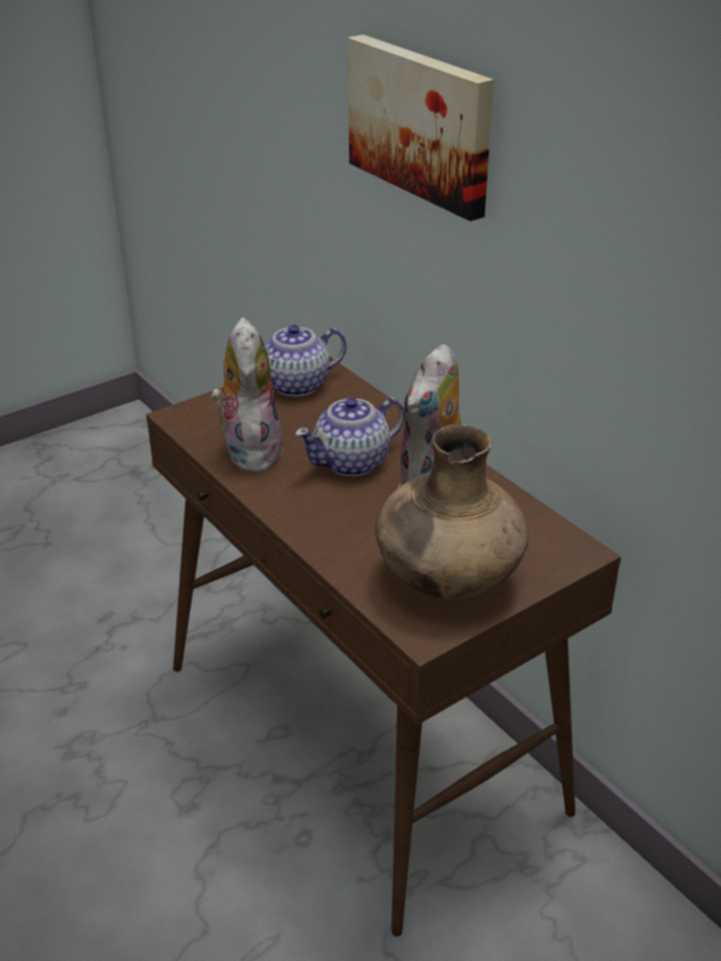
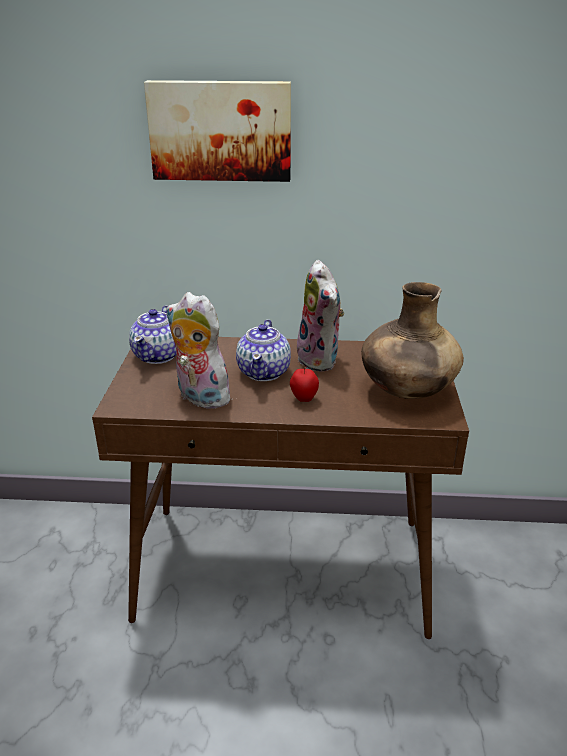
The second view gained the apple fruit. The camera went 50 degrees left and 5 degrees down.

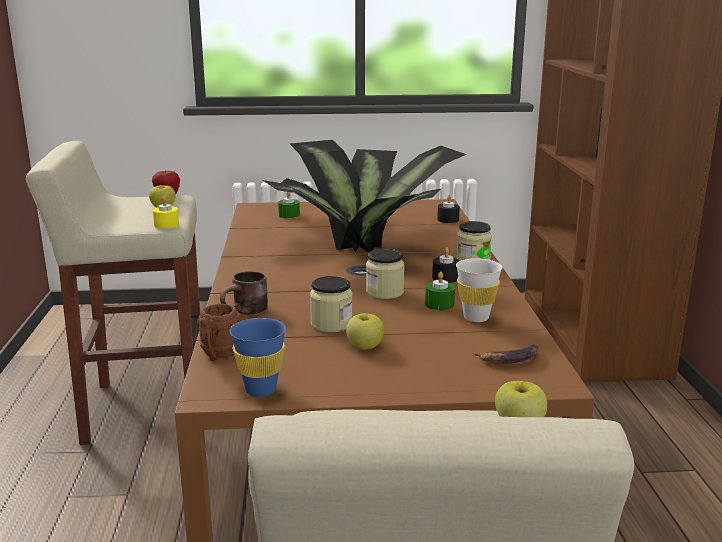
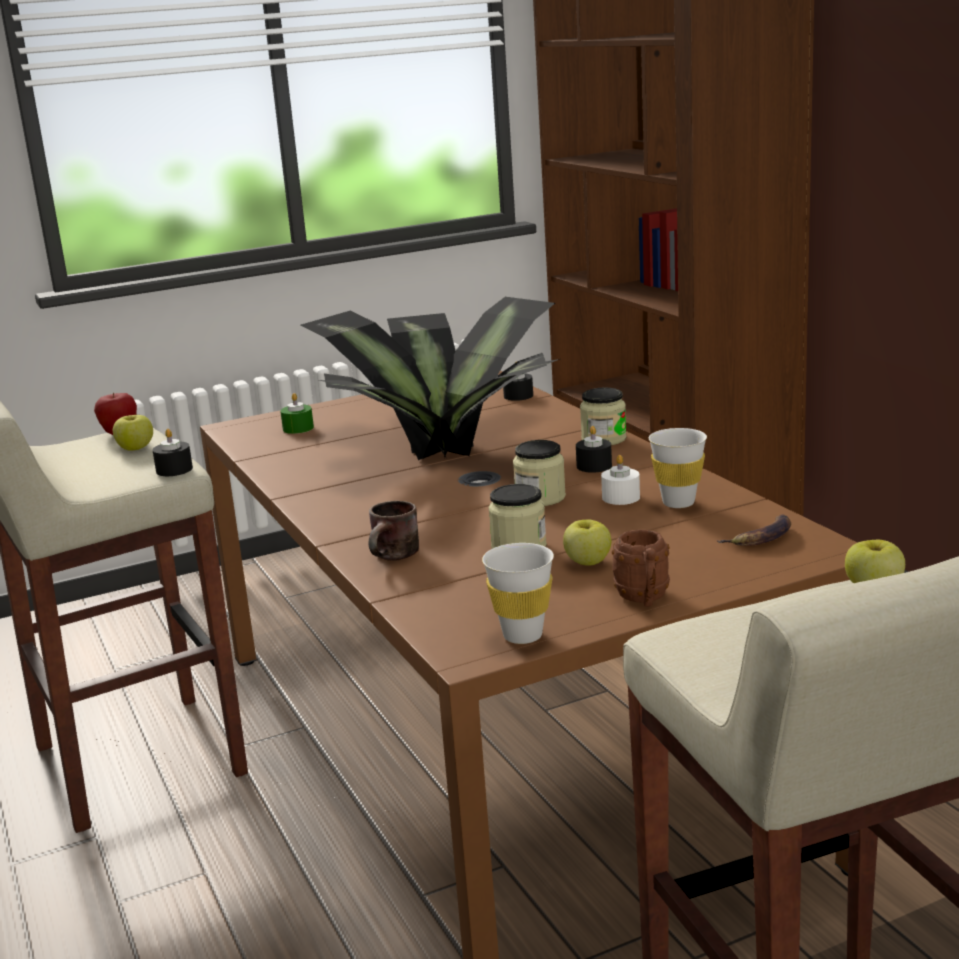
What was the yellow-coloured candle turned into the black candle (no. 1 from left). The brownish tea mug (no. 1 from left in the first image) ended up elsewhere. What was the blue drinking cup turned into the white-coloured drinking cup (no. 1 from left). What was the greenish candle (no. 2 from left) turned into the white-coloured candle. The camera went 20 degrees left and 0 degrees up.

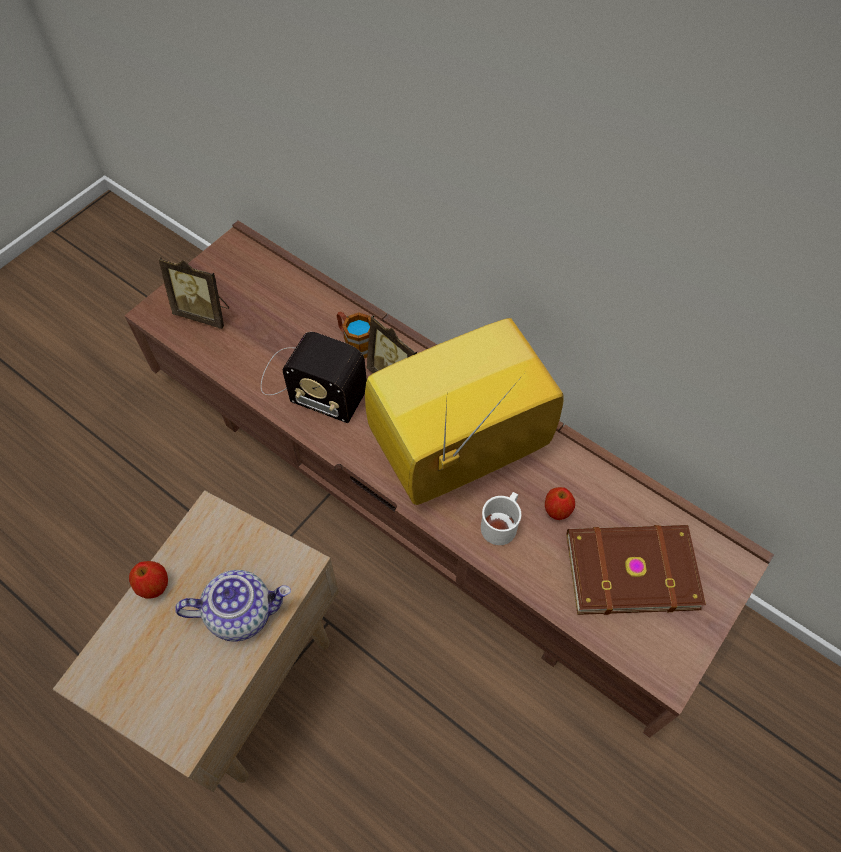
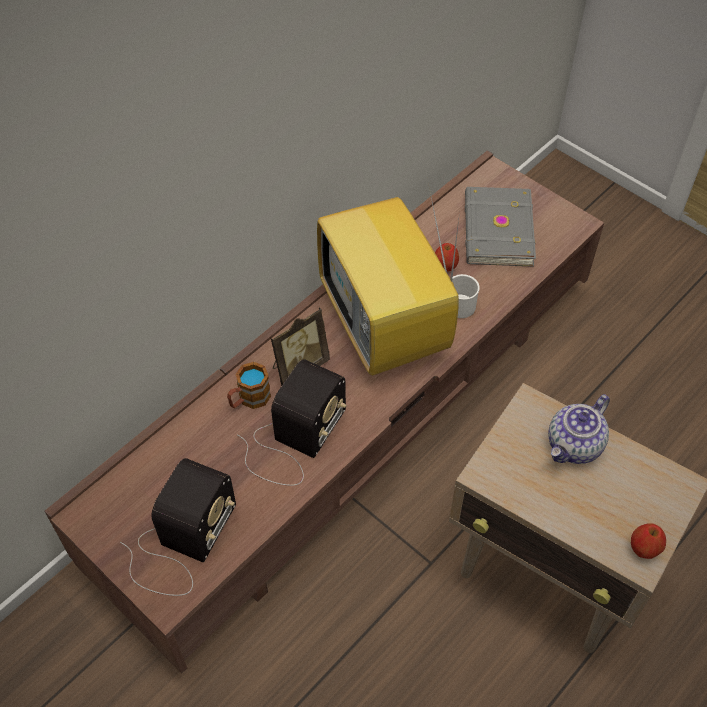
The apple fruit (no. 1 from left in the first image) ended up elsewhere. Where the picture frame (no. 1 from left) stood, the radio receiver (no. 1 from left) came to stand. The teapot ended up facing another way, 135 degrees counterclockwise from before. What was the brownish volume turned into the gray volume. The camera went 85 degrees left and 5 degrees down.

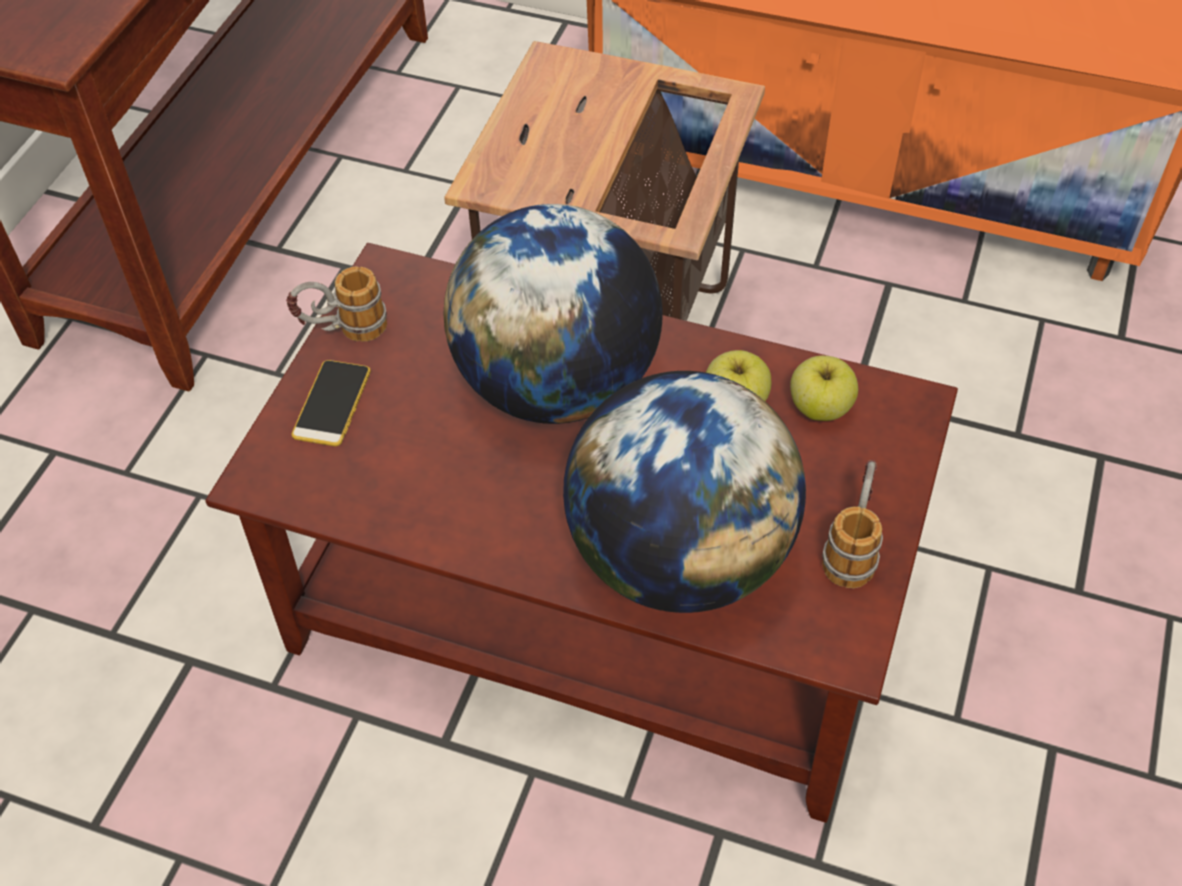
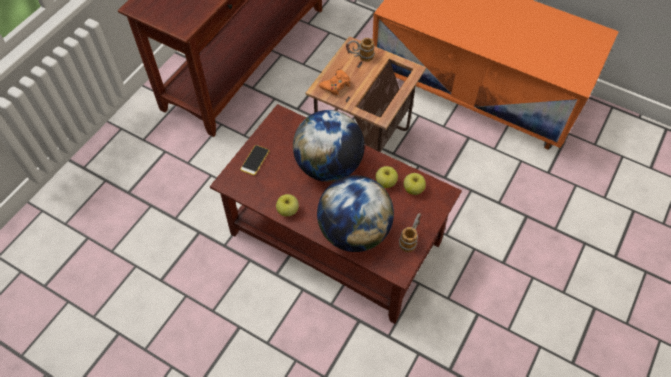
The tea mug (no. 1 from left) ended up elsewhere. The second view gained the apple fruit (no. 1 from left). The second view gained the orange game controller. The camera went 10 degrees right and 5 degrees up.

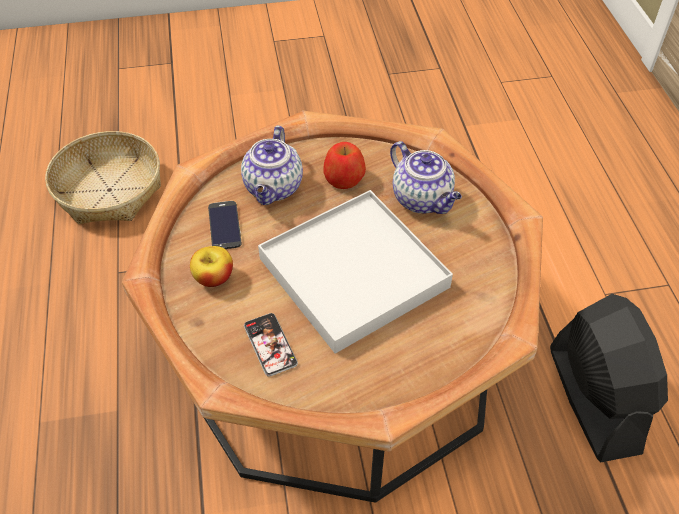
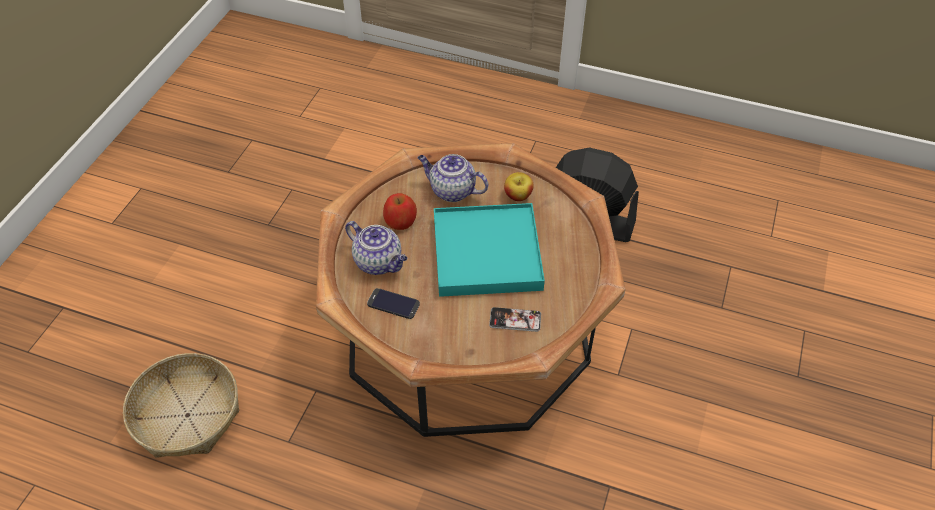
The apple fruit (no. 1 from left in the first image) ended up elsewhere. What was the white-coloured serving tray turned into the turquoise-coloured serving tray. The teapot (no. 2 from left) ended up facing another way, 150 degrees counterclockwise from before. The camera went 60 degrees left and 0 degrees up.

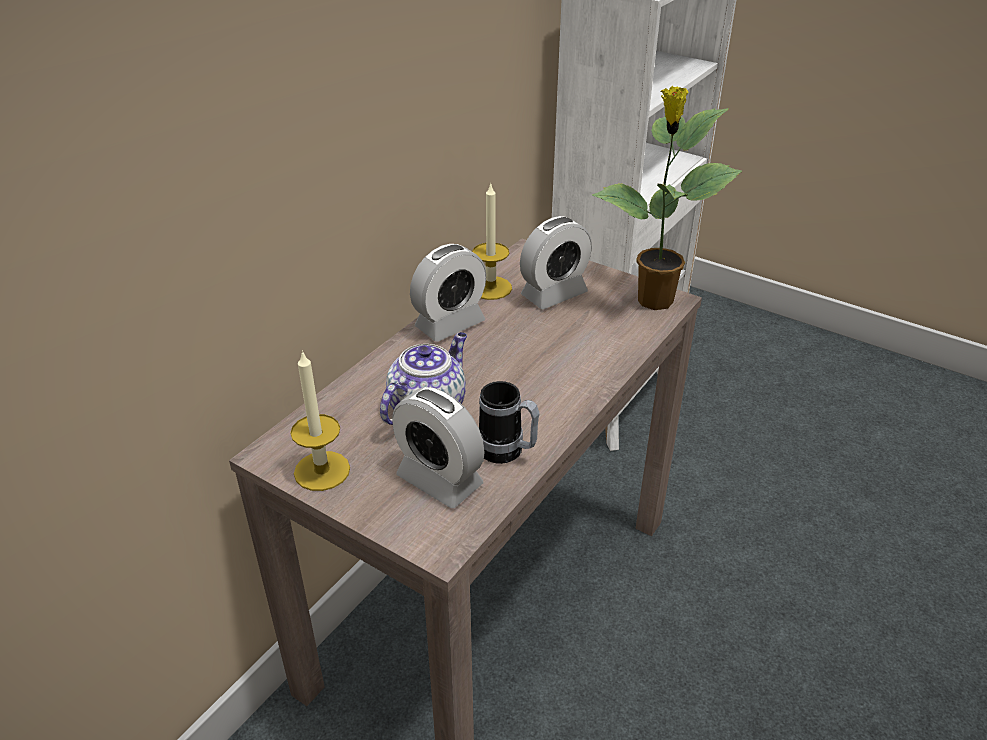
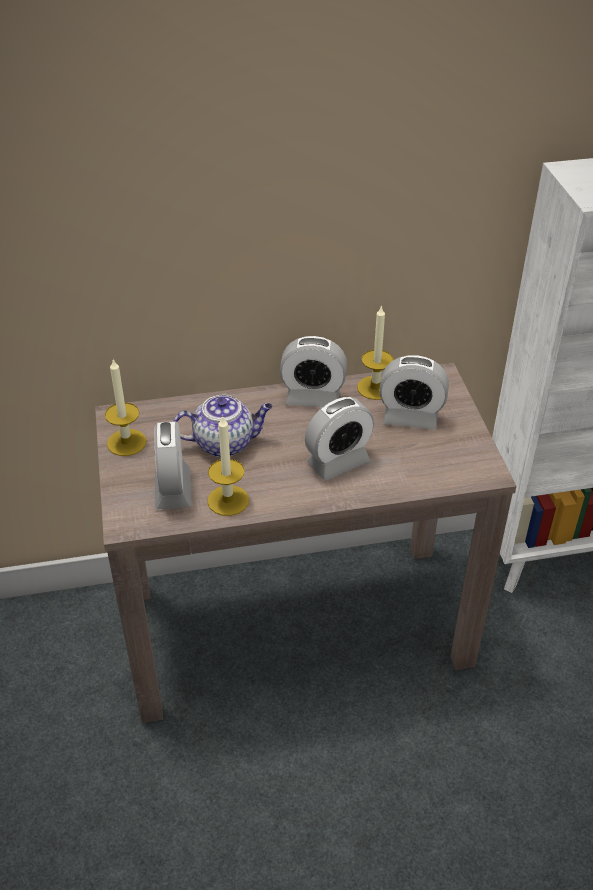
Where the tea mug stood, the candle (no. 2 from left) came to stand. The second view lost the houseplant. The second view gained the table clock (no. 3 from left). The camera went 45 degrees right and 5 degrees up.

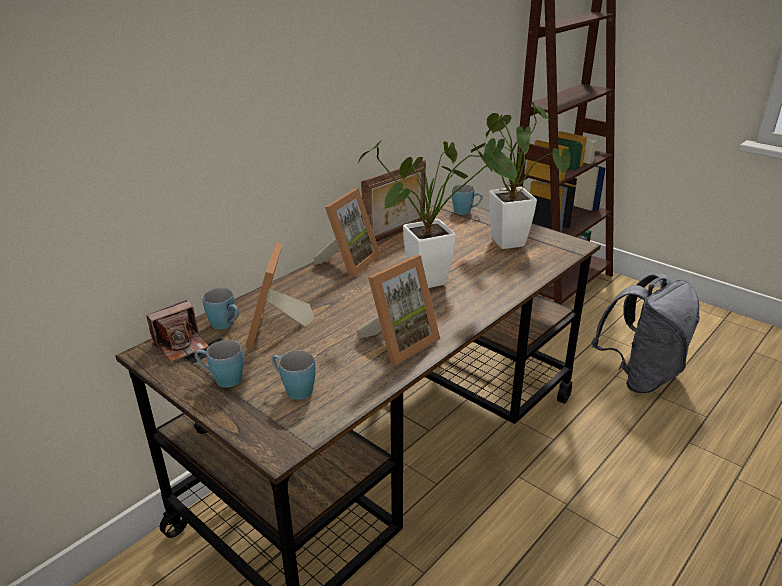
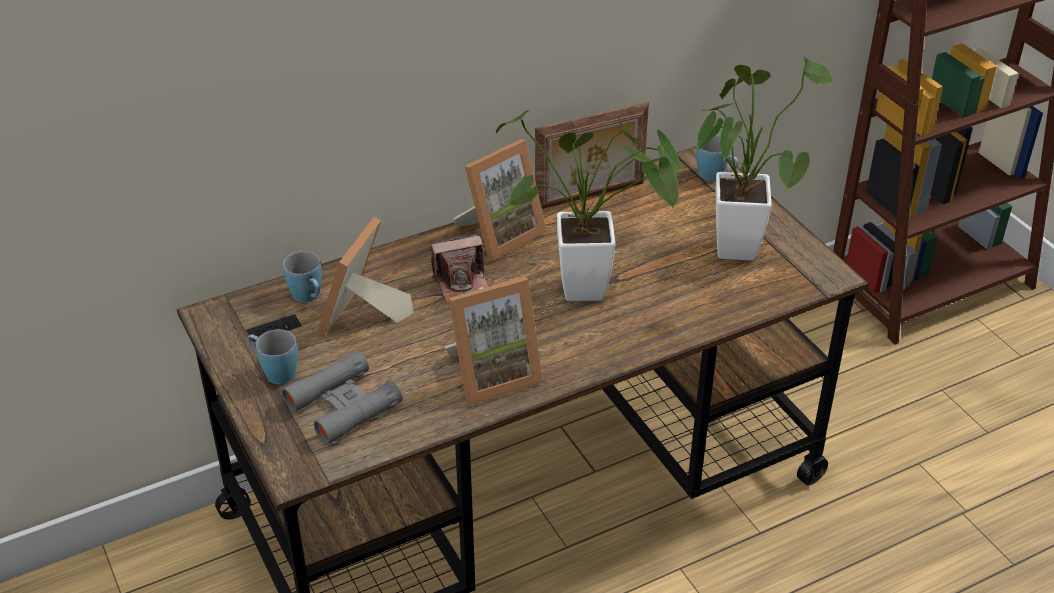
The photo camera ended up elsewhere. Where the blue tea mug (no. 3 from left) stood, the gray pair of binoculars came to stand. The second view lost the gray knapsack. The camera went 20 degrees right and 10 degrees up.

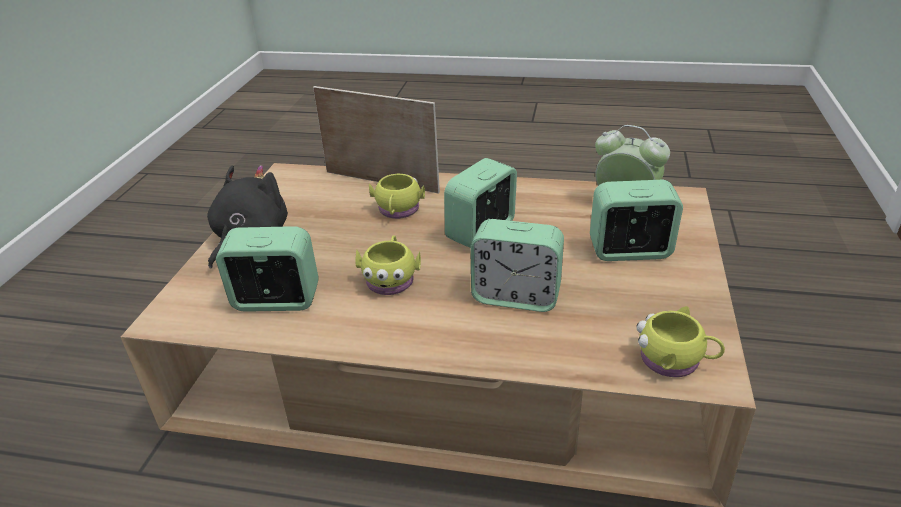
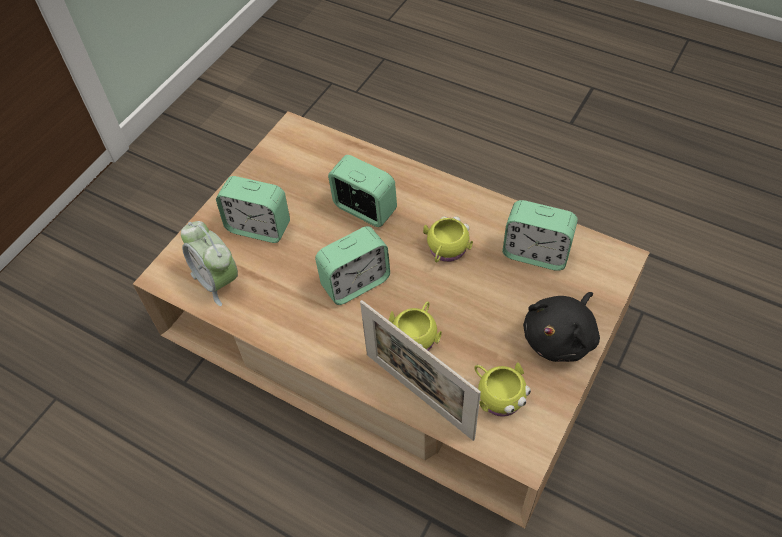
The yellow-coloured tea mug (no. 3 from left) ended up elsewhere. The camera went 160 degrees left and 20 degrees up.

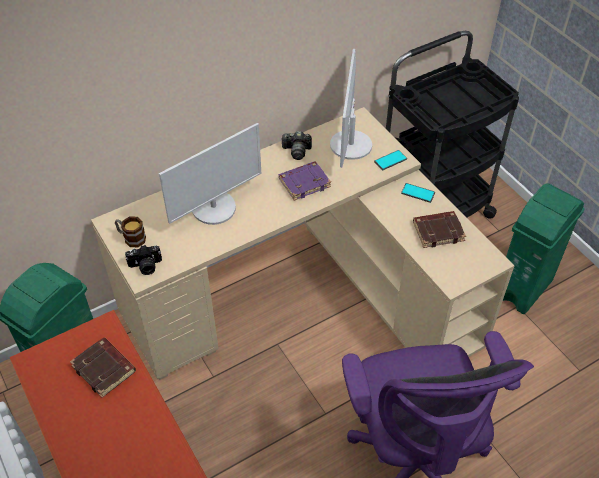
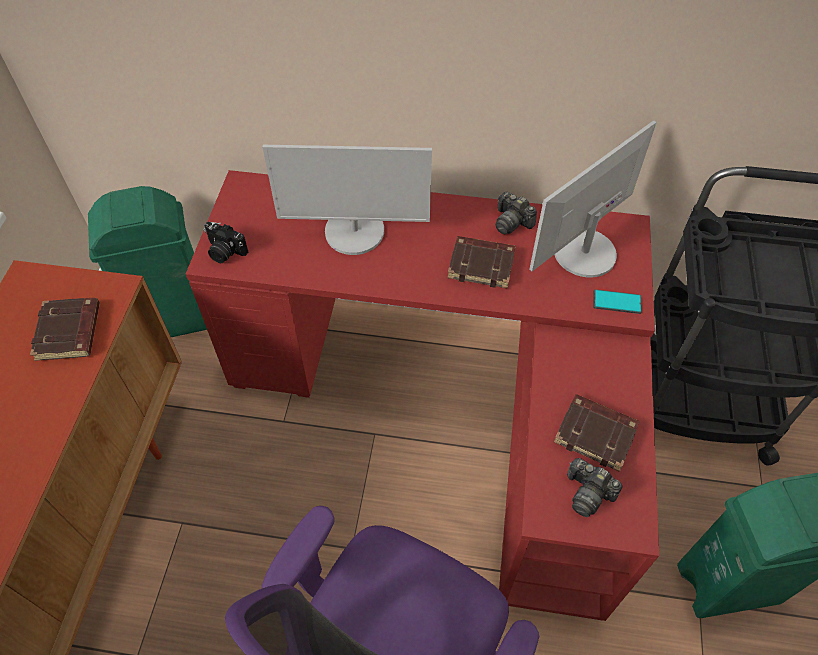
What was the beige-coloured desk table turned into the red desk table. The second view lost the tea mug. What was the purplish volume turned into the brownish volume (no. 2 from left). The second view lost the handset (no. 2 from left). The second view gained the photo camera (no. 3 from left). The camera went 40 degrees right and 5 degrees up.

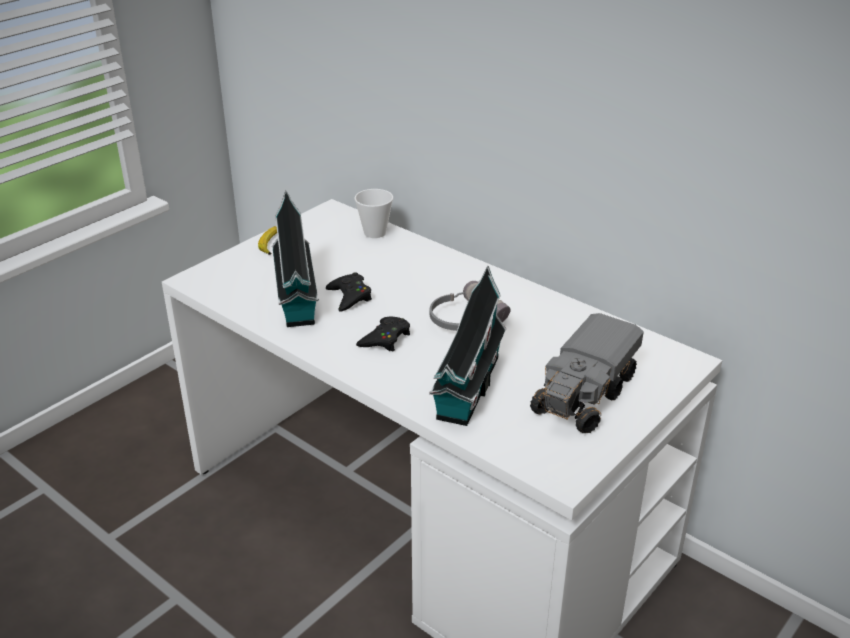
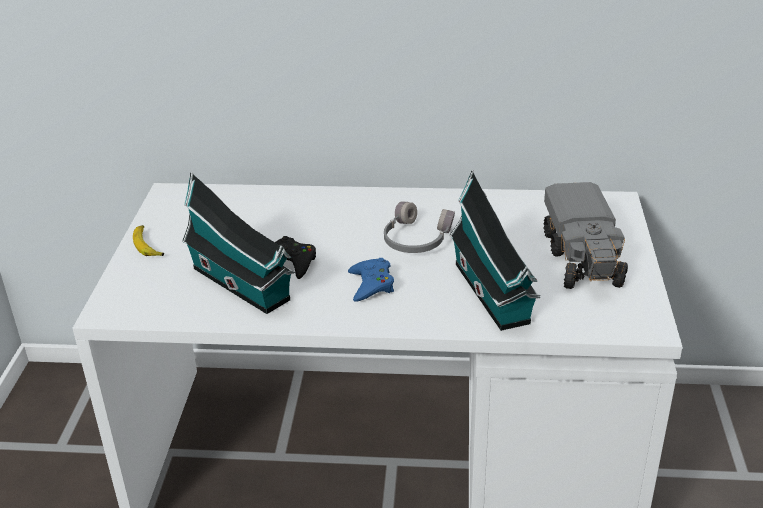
The second view lost the drinking cup. What was the black game controller (no. 2 from left) turned into the blue game controller. The camera went 35 degrees left and 0 degrees up.

